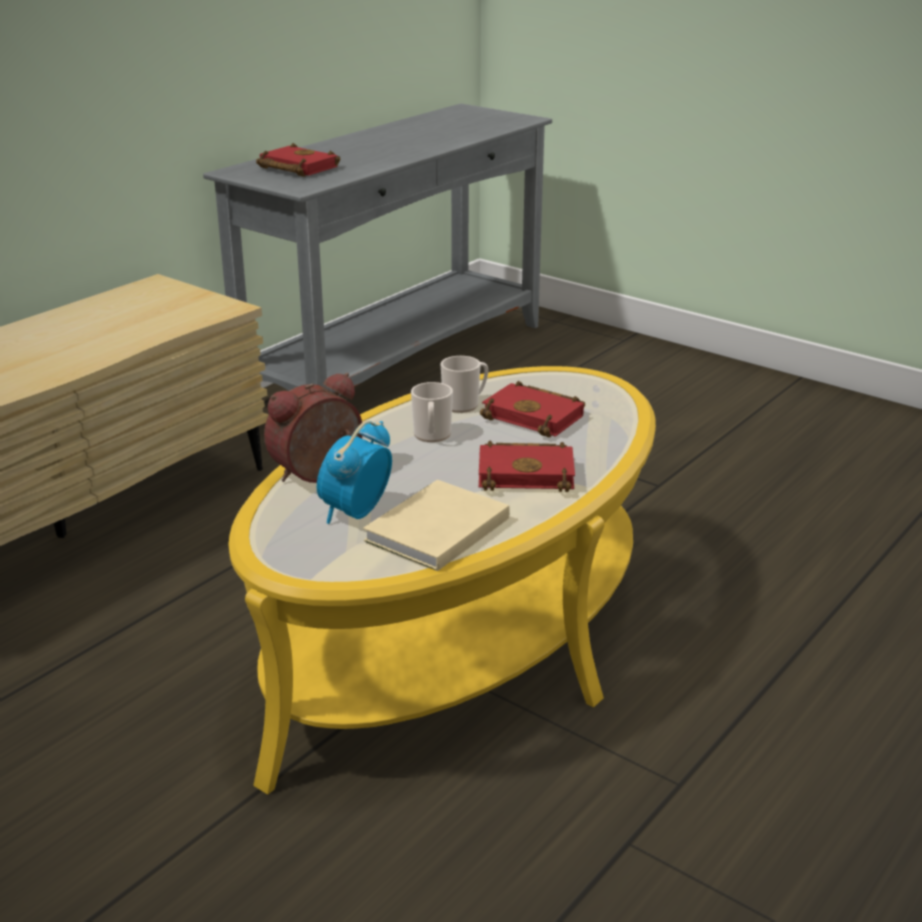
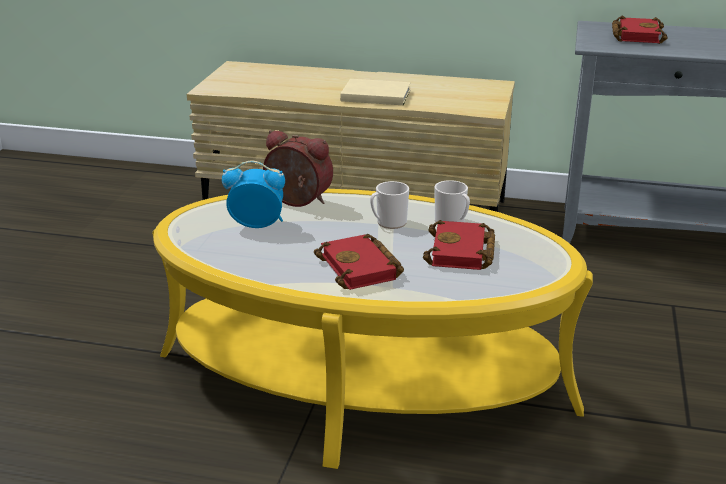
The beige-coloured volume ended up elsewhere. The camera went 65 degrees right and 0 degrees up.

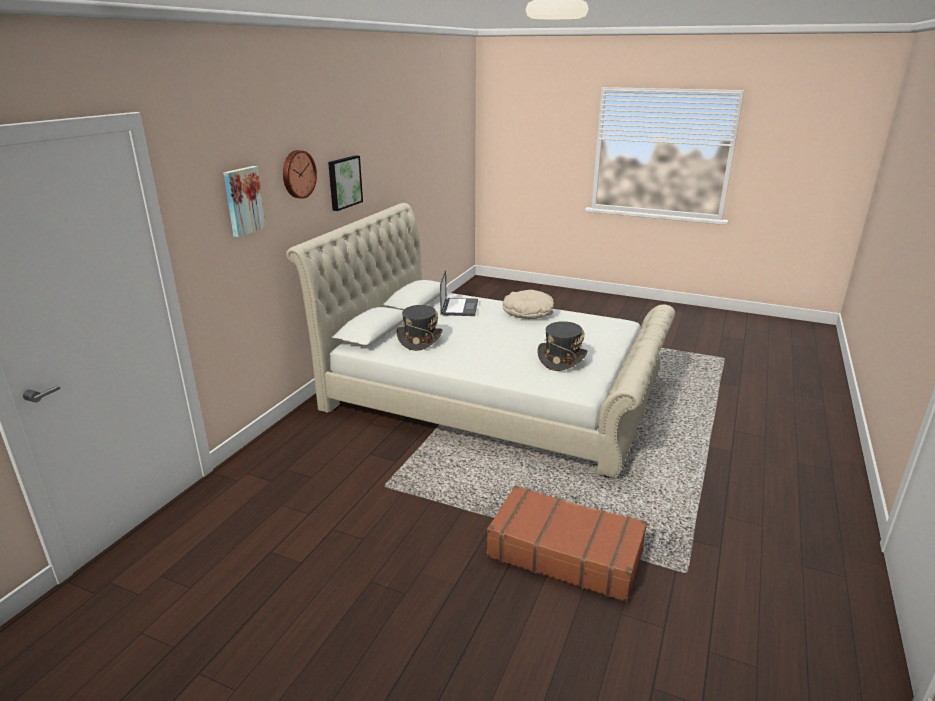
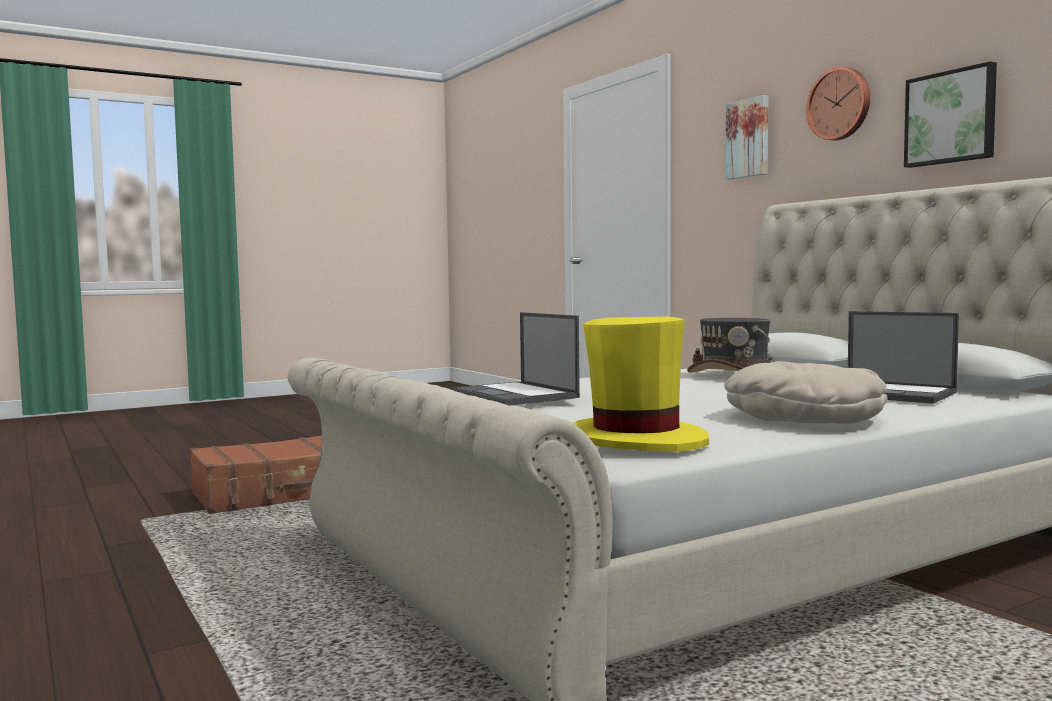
Where the gray wearable hat (no. 2 from left) stood, the portable computer (no. 1 from left) came to stand. The second view gained the yellow-coloured wearable hat. The camera went 125 degrees right and 20 degrees down.

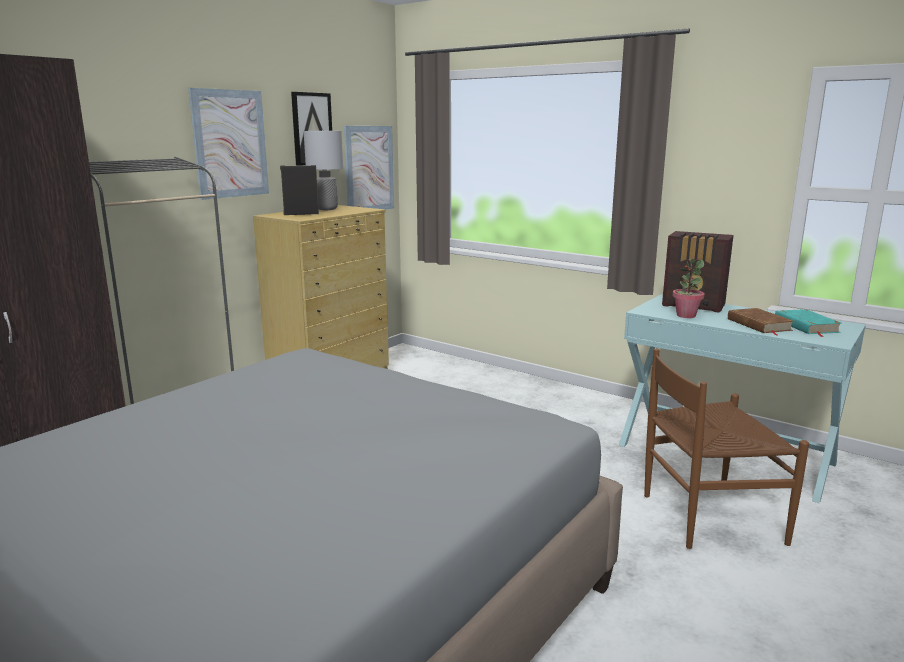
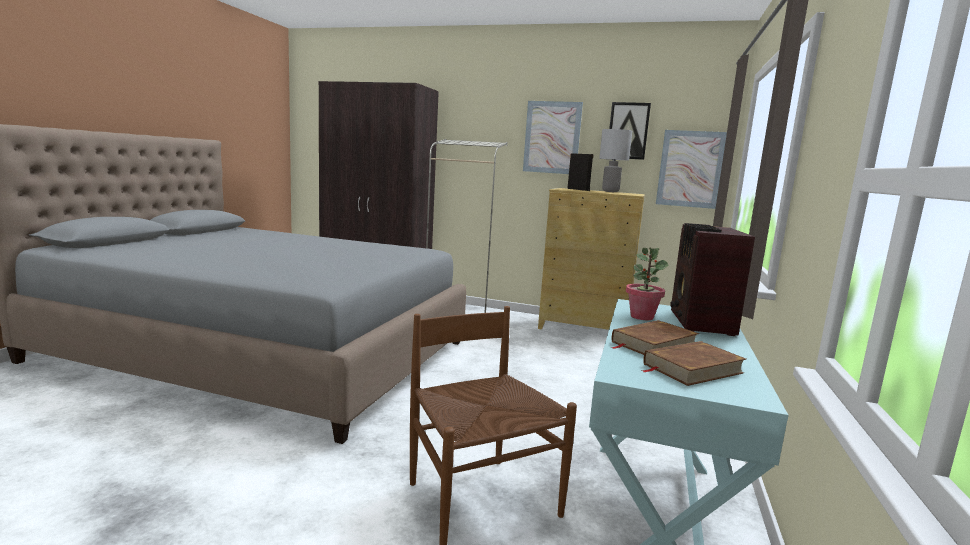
What was the turquoise-coloured volume turned into the brownish volume (no. 2 from left). The camera went 70 degrees right and 5 degrees down.

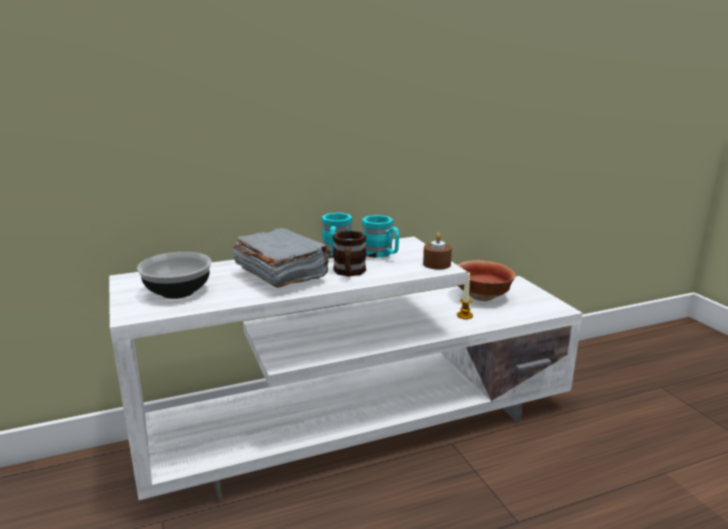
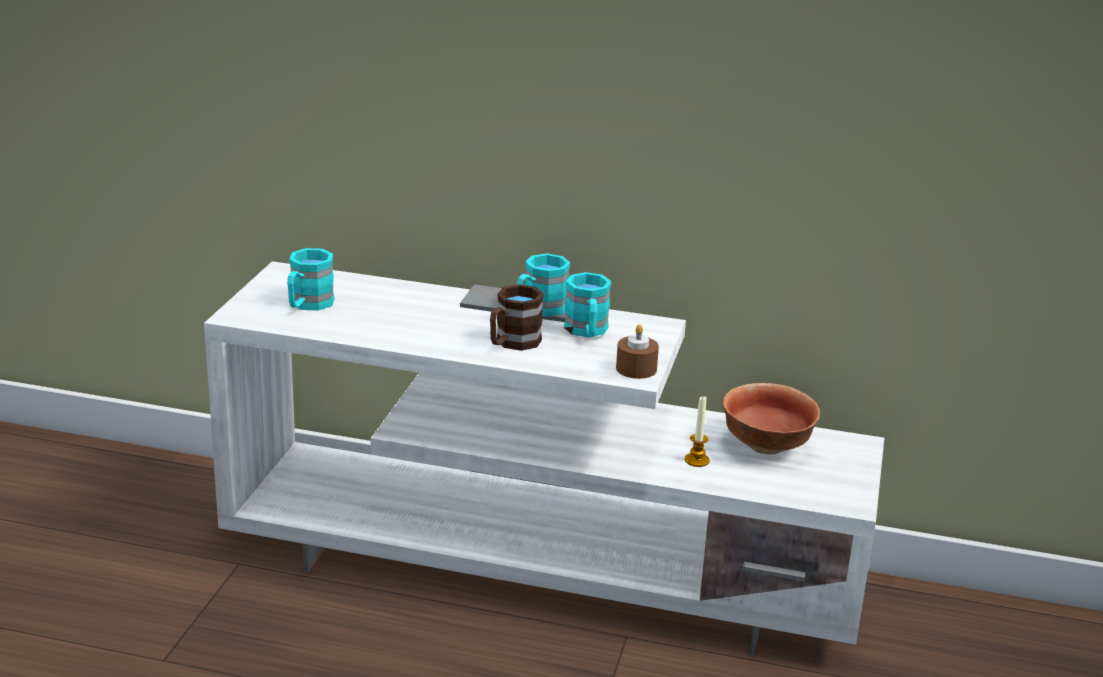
Where the serving bowl (no. 1 from left) stood, the turquoise-coloured tea mug (no. 1 from left) came to stand. The second view lost the gray volume. The camera went 35 degrees right and 5 degrees up.

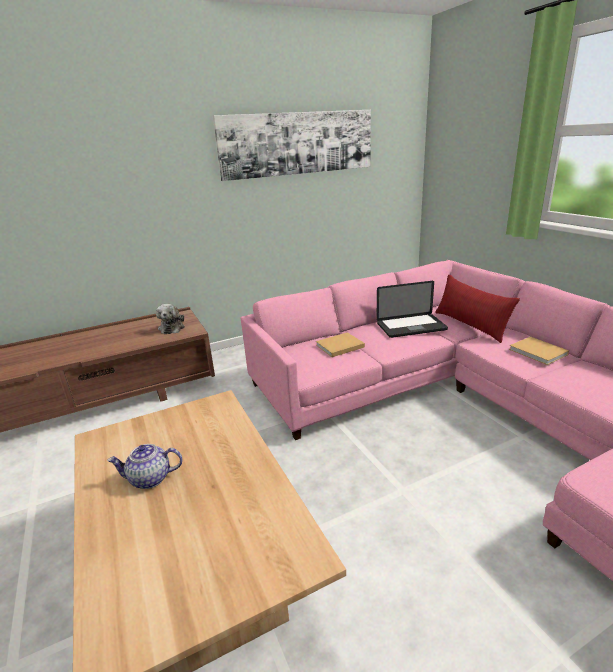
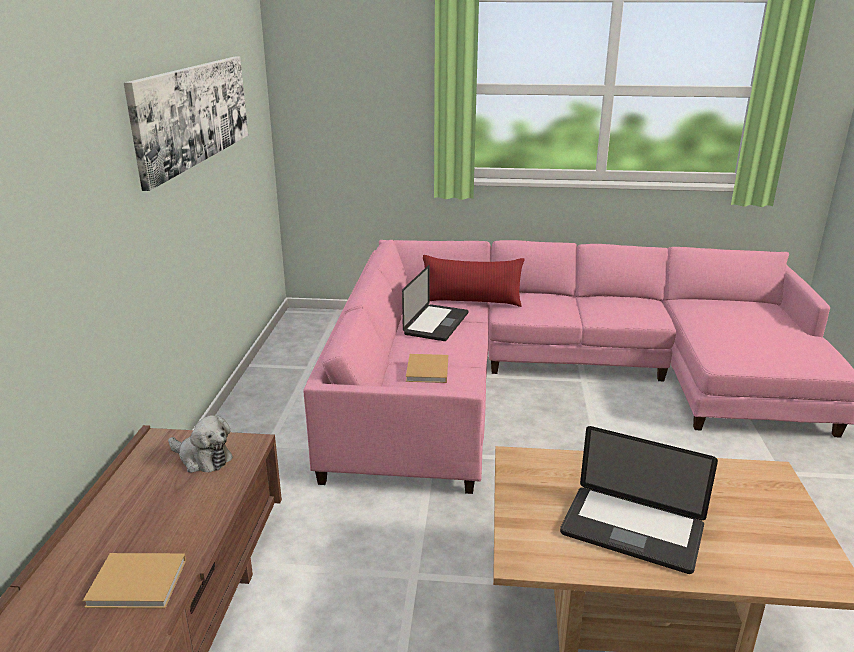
Where the teapot stood, the portable computer (no. 2 from left) came to stand. The beige-coloured volume (no. 2 from left in the first image) ended up elsewhere. The camera went 60 degrees left and 0 degrees up.

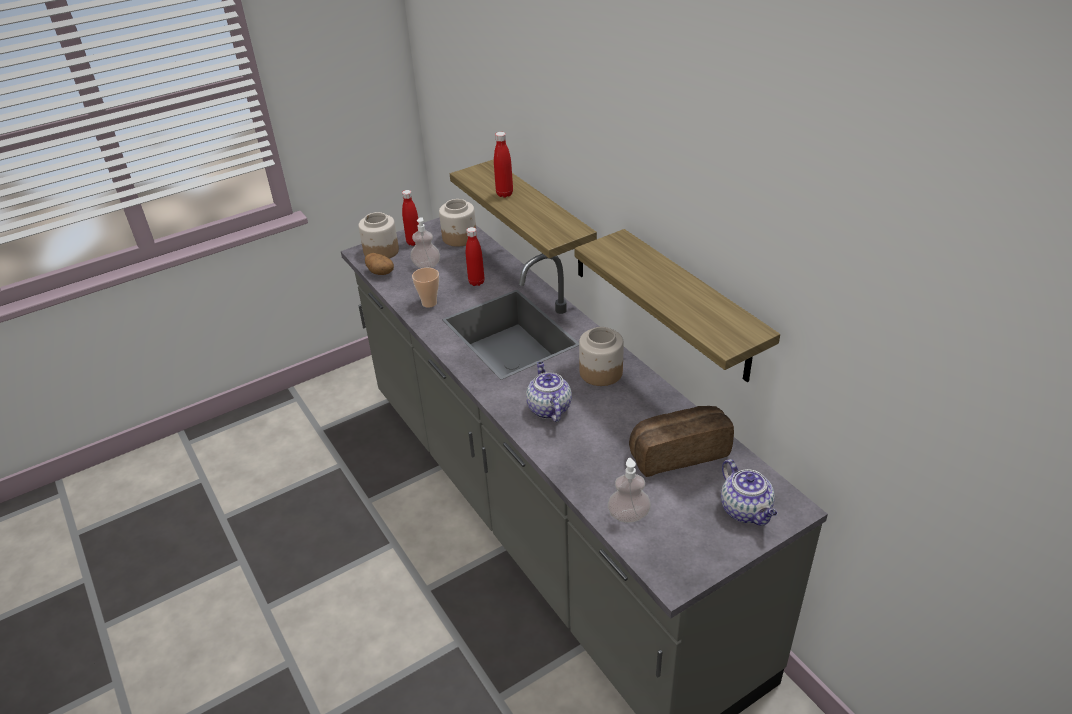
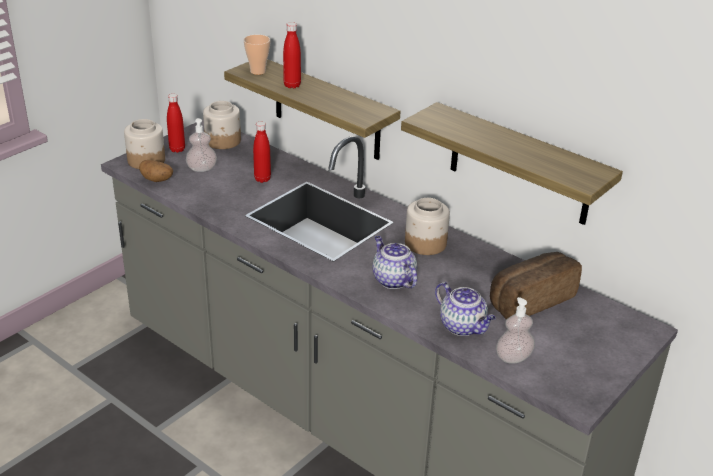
The drinking cup ended up elsewhere. The teapot (no. 2 from left) ended up elsewhere. The camera went 20 degrees left and 5 degrees down.

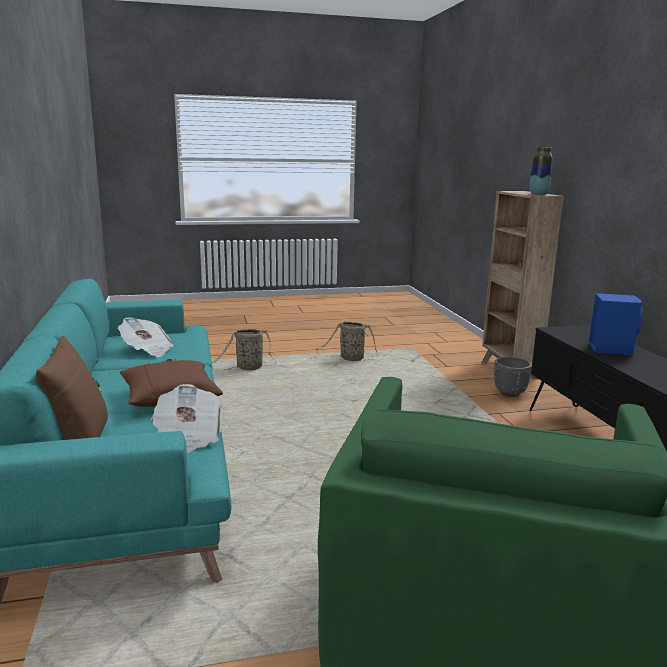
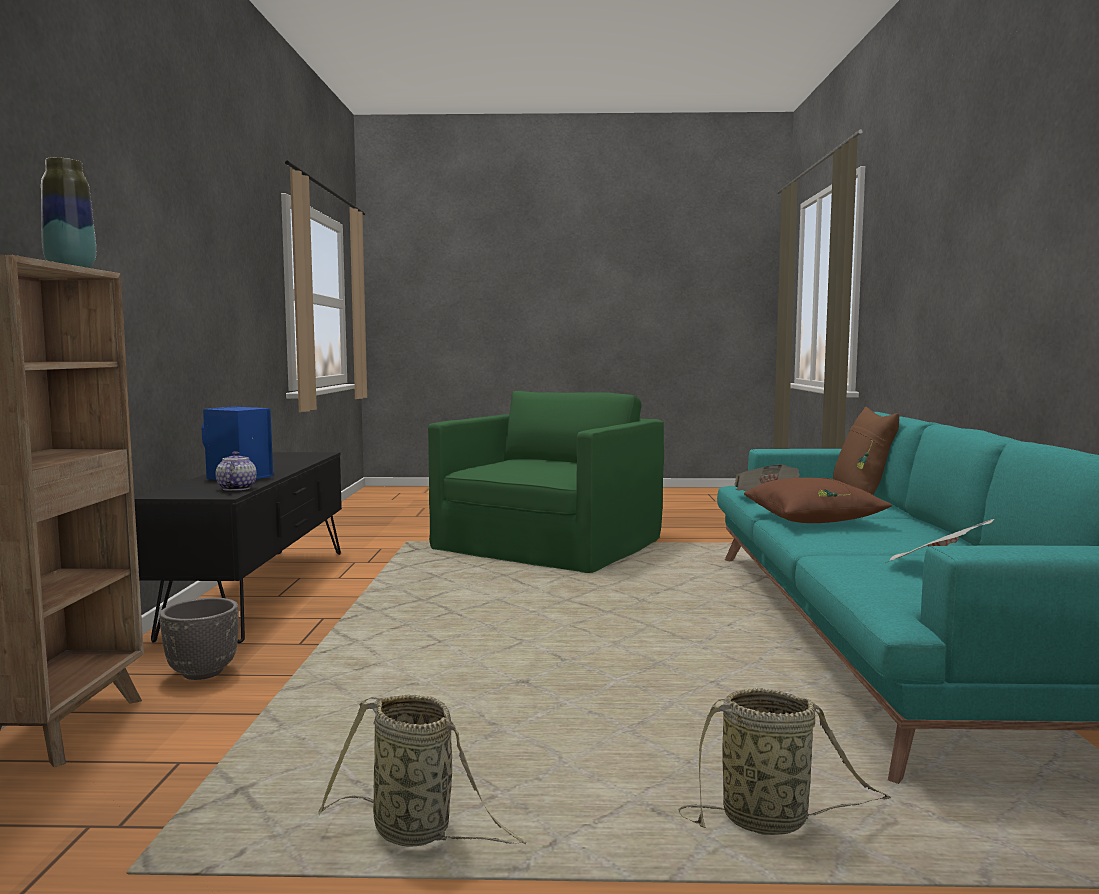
The second view gained the teapot. The camera went 165 degrees left and 10 degrees down.

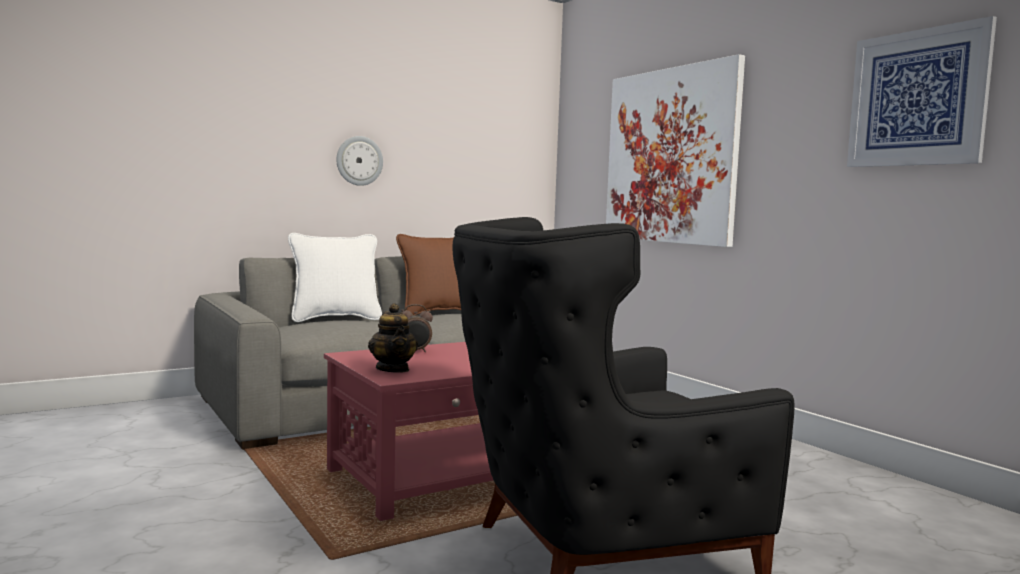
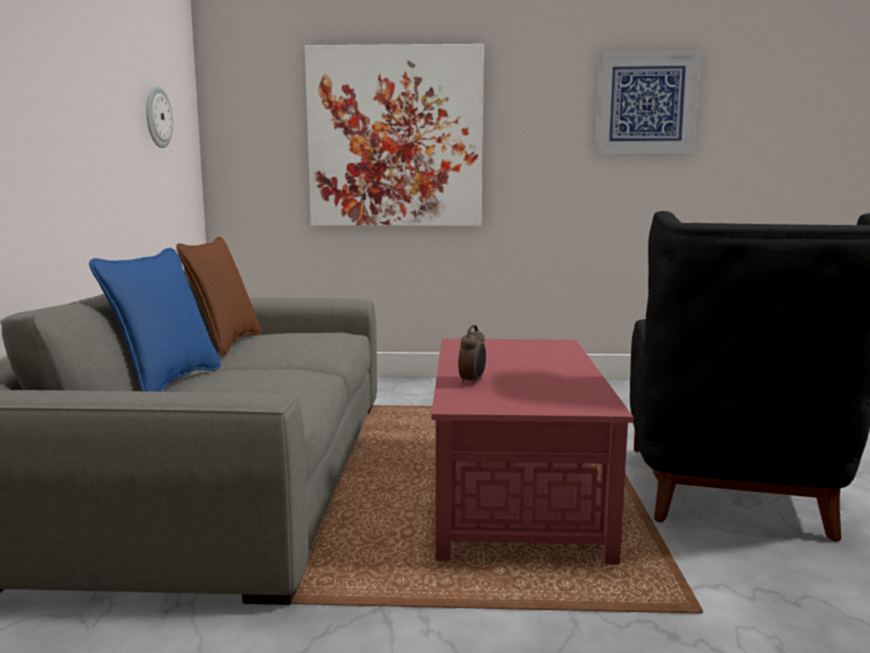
What was the white-coloured pillow turned into the blue pillow. The wall clock ended up elsewhere. The second view lost the teapot. The camera went 55 degrees left and 5 degrees up.

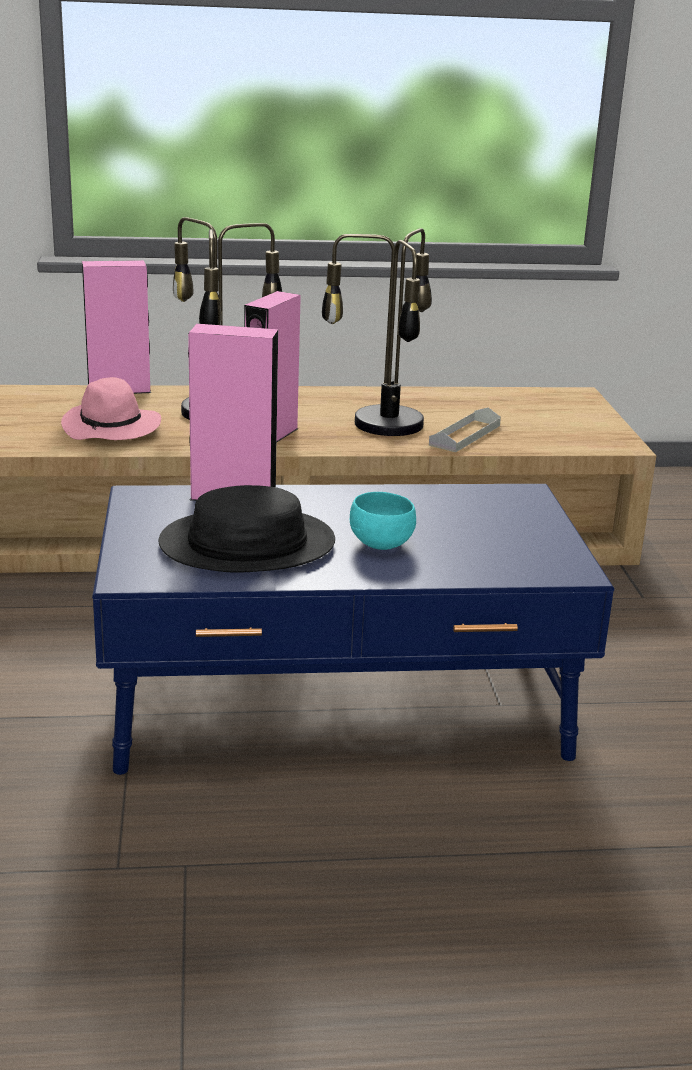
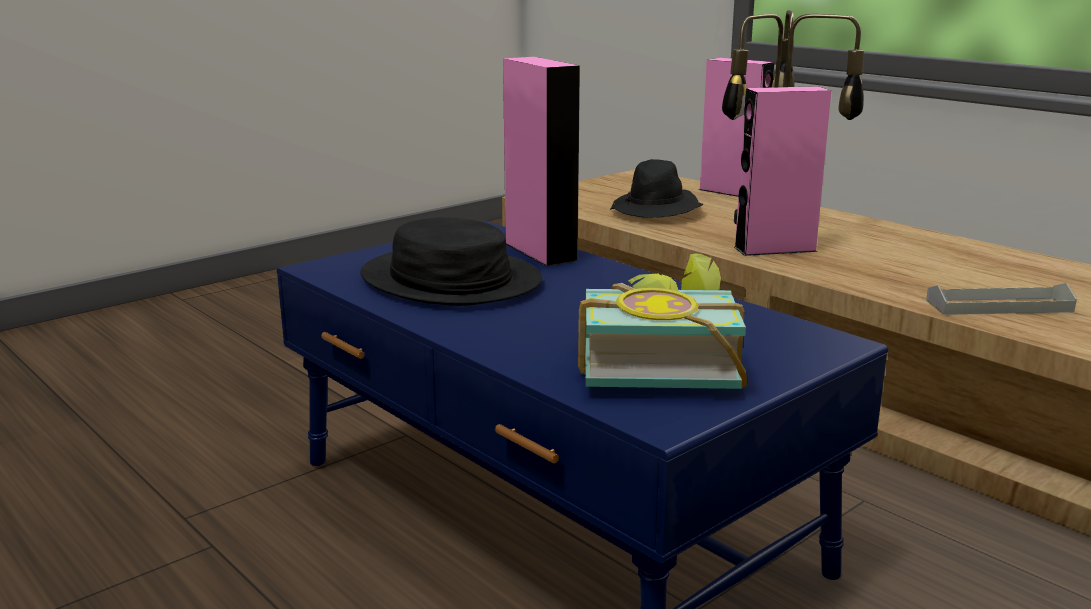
What was the pink-coloured wearable hat turned into the black wearable hat (no. 2 from left). The second view lost the lamp for a table (no. 2 from left). The second view lost the turquoise-coloured serving bowl. The second view gained the volume. The camera went 55 degrees right and 5 degrees down.

